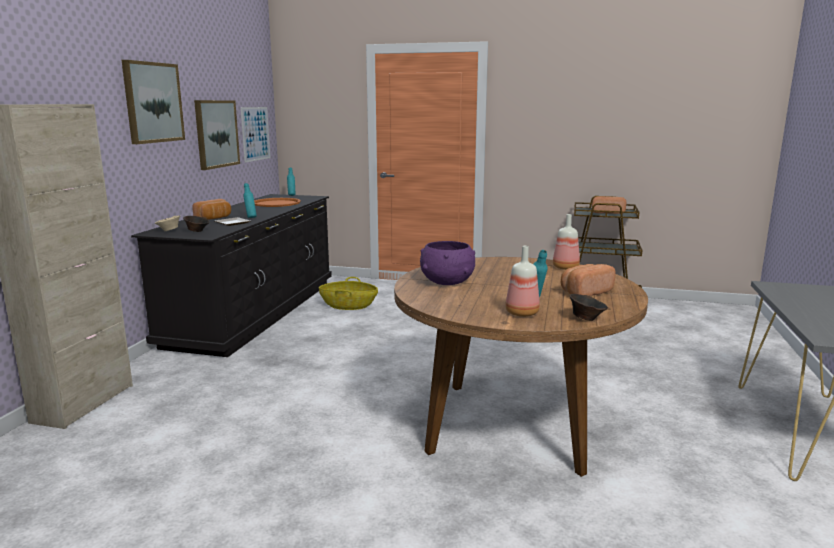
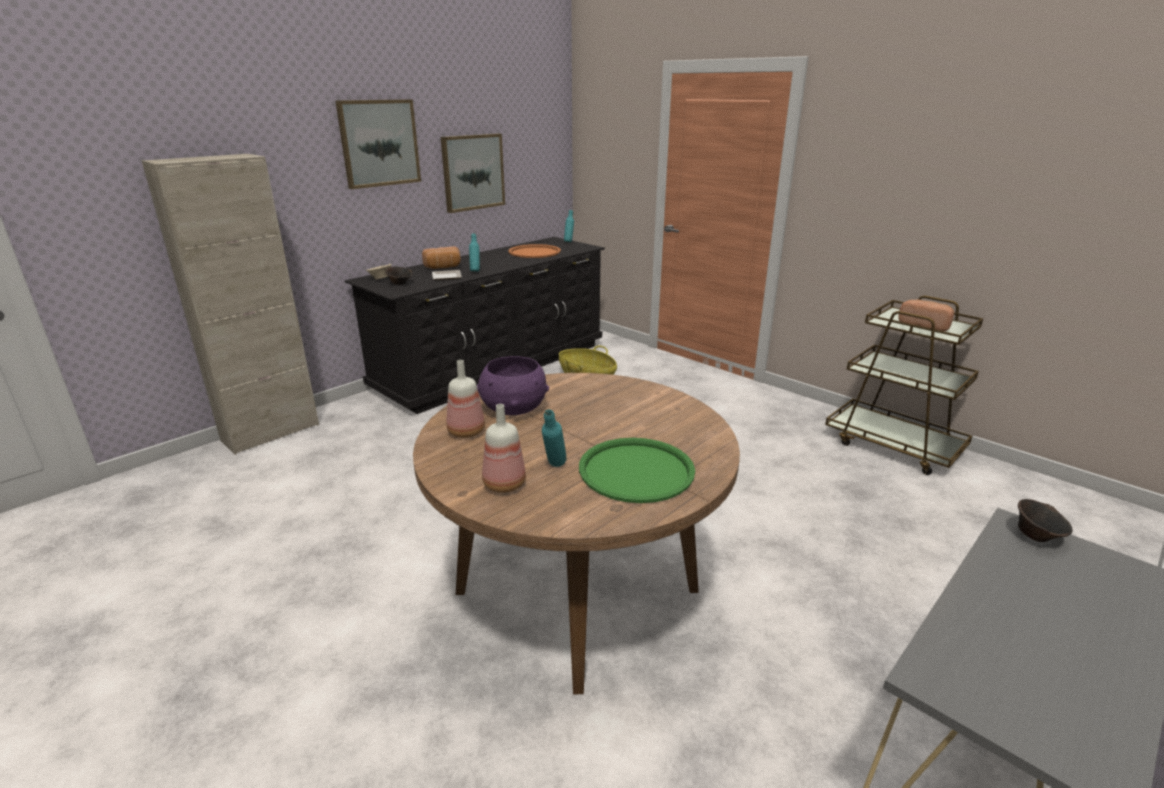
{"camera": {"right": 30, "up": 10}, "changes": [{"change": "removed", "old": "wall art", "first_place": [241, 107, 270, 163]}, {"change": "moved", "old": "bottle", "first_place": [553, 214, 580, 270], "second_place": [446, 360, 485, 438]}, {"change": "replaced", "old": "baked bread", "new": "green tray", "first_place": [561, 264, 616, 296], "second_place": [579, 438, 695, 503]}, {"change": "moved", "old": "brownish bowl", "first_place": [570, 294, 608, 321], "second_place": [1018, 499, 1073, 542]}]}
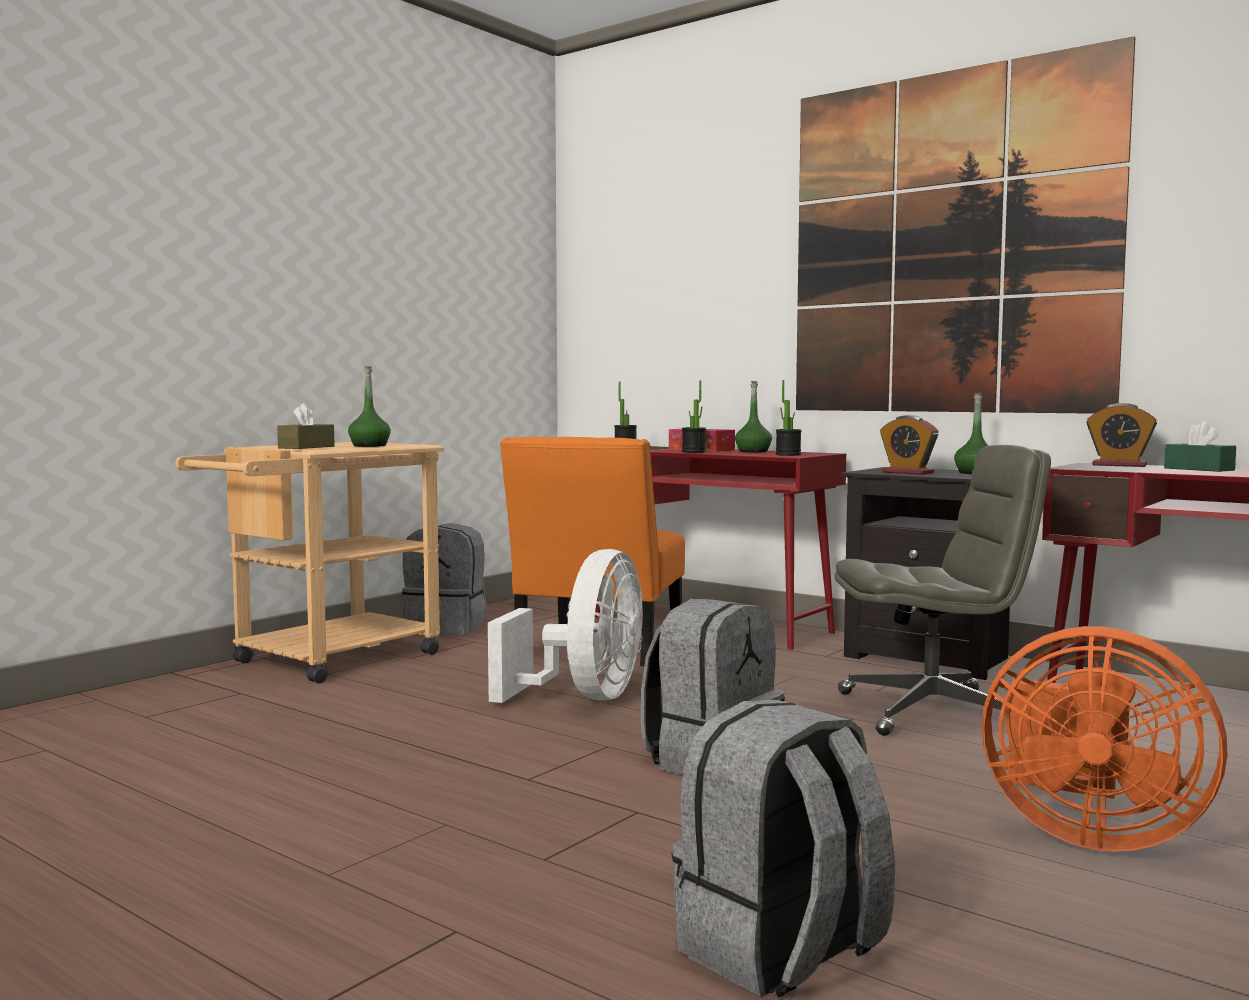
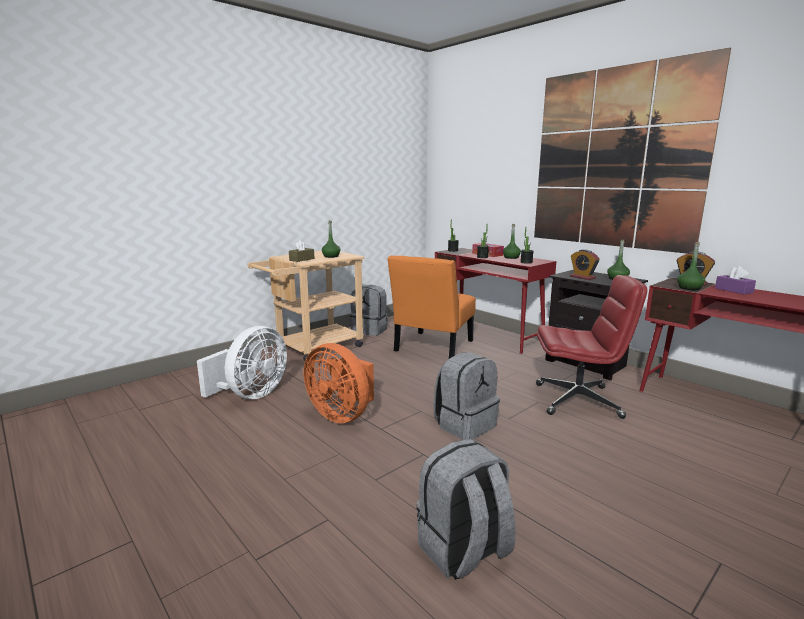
{"camera": {"right": 10, "up": 10}, "changes": [{"change": "recoloured", "old": "green tissue box", "new": "purple-coloured tissue box", "first_place": [1164, 421, 1236, 472], "second_place": [715, 266, 756, 294]}, {"change": "recoloured", "old": "grey desk chair", "new": "red desk chair", "first_place": [835, 445, 1051, 736], "second_place": [536, 275, 647, 419]}, {"change": "moved", "old": "white-coloured cooling fan", "first_place": [488, 549, 643, 703], "second_place": [197, 326, 287, 399]}, {"change": "moved", "old": "orange cooling fan", "first_place": [982, 626, 1227, 852], "second_place": [304, 343, 374, 423]}, {"change": "added", "new": "green bottle", "second_place": [677, 242, 705, 290]}]}
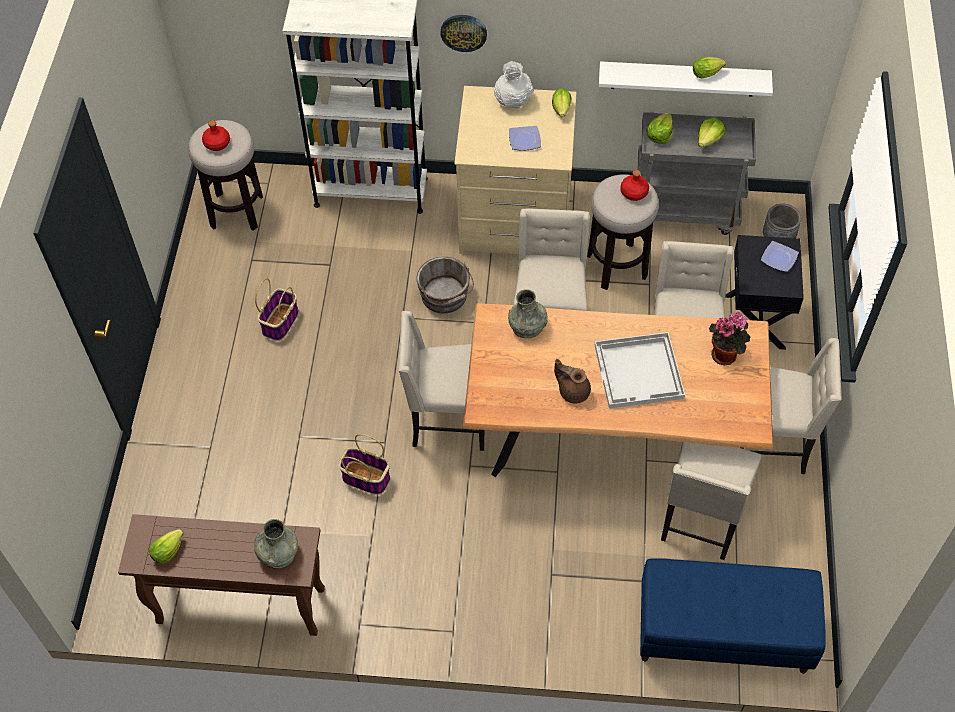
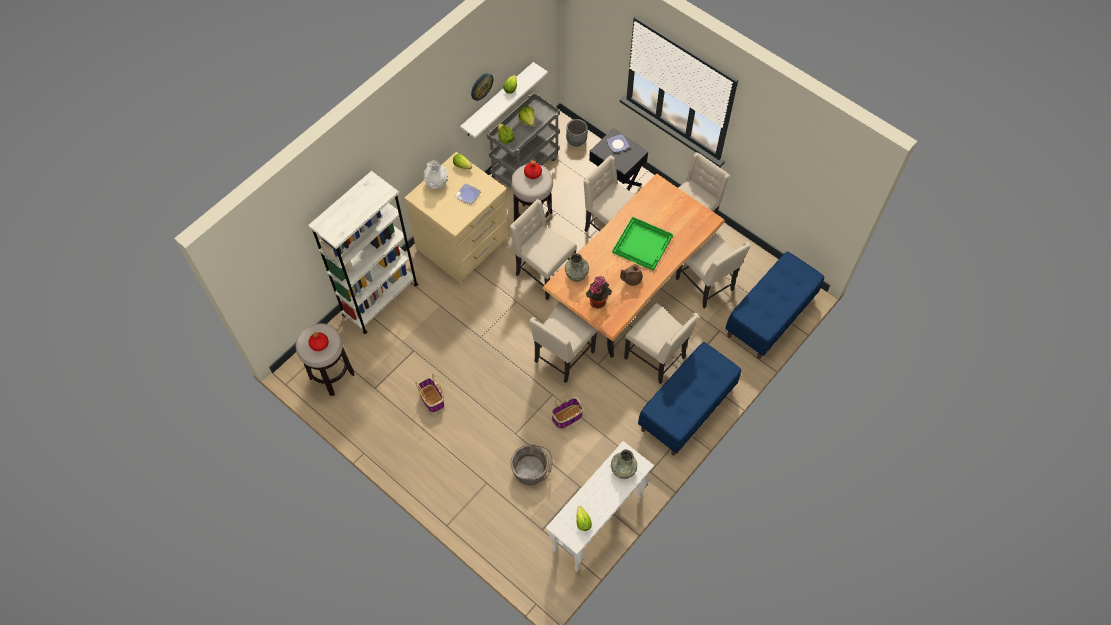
{"camera": {"right": -55, "up": 5}, "changes": [{"change": "moved", "old": "hanging clock", "first_place": [440, 15, 487, 52], "second_place": [471, 73, 493, 101]}, {"change": "moved", "old": "grey bucket", "first_place": [416, 257, 474, 313], "second_place": [511, 443, 553, 485]}, {"change": "moved", "old": "potted plant", "first_place": [709, 312, 750, 365], "second_place": [586, 275, 612, 309]}, {"change": "recoloured", "old": "white-coloured tray", "new": "green tray", "first_place": [594, 332, 685, 409], "second_place": [612, 217, 673, 271]}, {"change": "recoloured", "old": "brownish hall table", "new": "white-coloured hall table", "first_place": [118, 514, 325, 636], "second_place": [546, 441, 654, 572]}, {"change": "added", "new": "beige-coloured upright chair", "second_place": [624, 303, 699, 384]}, {"change": "added", "new": "bluish bench", "second_place": [638, 342, 741, 455]}]}
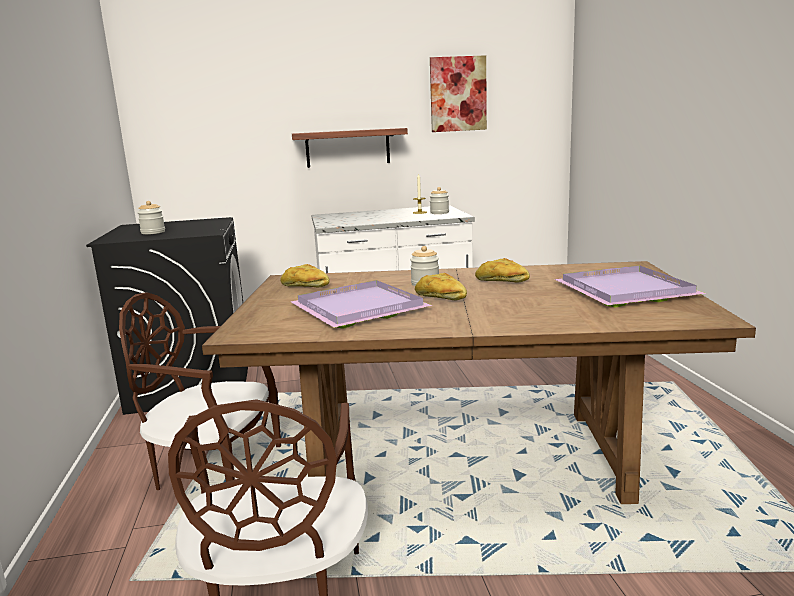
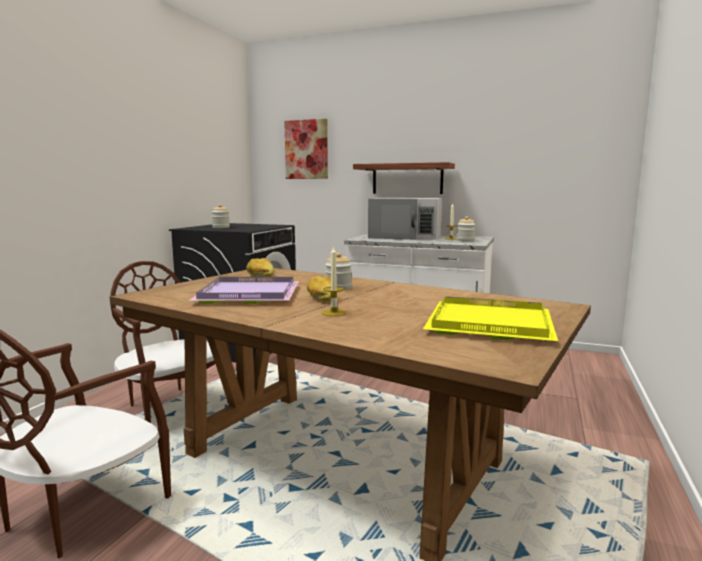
{"camera": {"right": 30, "up": -5}, "changes": [{"change": "moved", "old": "wall art", "first_place": [430, 55, 487, 132], "second_place": [284, 119, 328, 179]}, {"change": "removed", "old": "baked bread", "first_place": [475, 258, 530, 282]}, {"change": "recoloured", "old": "purple-coloured tray", "new": "yellow-coloured tray", "first_place": [555, 265, 707, 308], "second_place": [423, 296, 558, 341]}, {"change": "added", "new": "white-coloured microwave oven", "second_place": [368, 197, 442, 240]}, {"change": "added", "new": "candle", "second_place": [321, 246, 346, 316]}]}
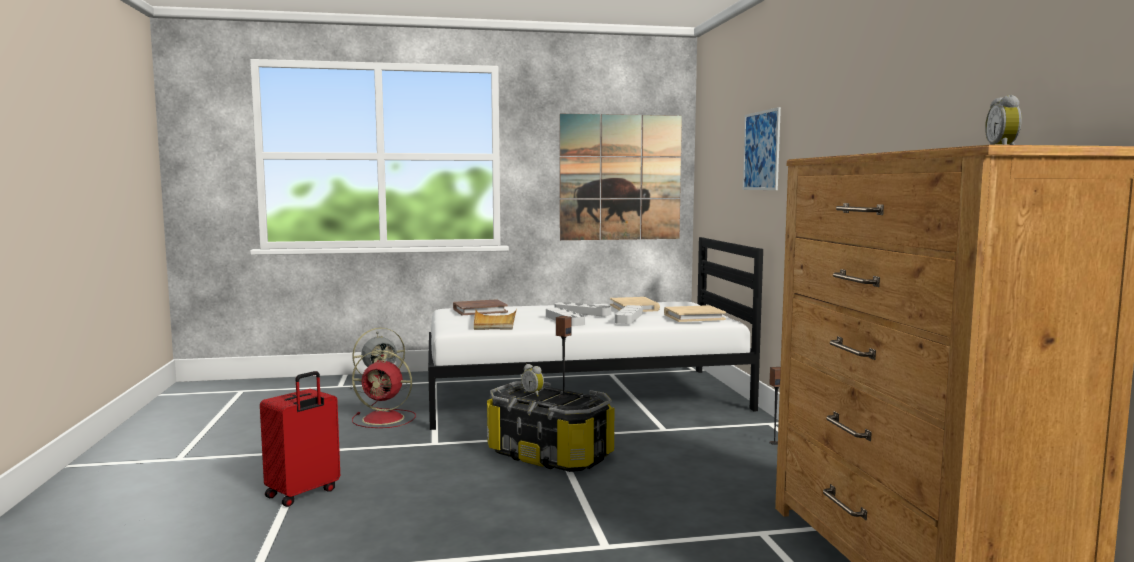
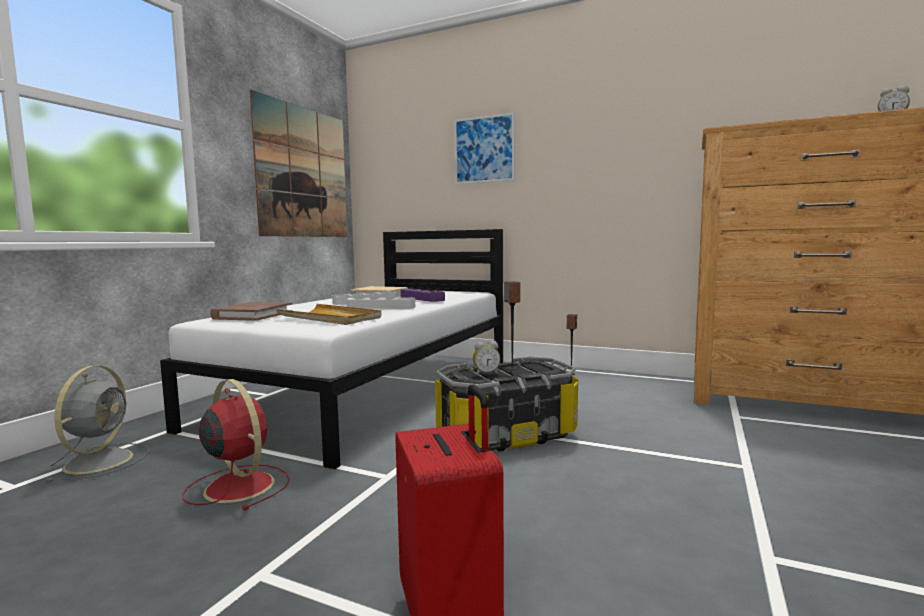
{"camera": {"right": -55, "up": 0}, "changes": [{"change": "recoloured", "old": "grey tray", "new": "purple-coloured tray", "first_place": [615, 305, 643, 324], "second_place": [401, 288, 445, 302]}, {"change": "removed", "old": "beige-coloured bound book", "first_place": [664, 305, 726, 322]}, {"change": "turned", "old": "red cooling fan", "first_place": [352, 350, 416, 428], "second_place": [182, 379, 290, 510], "degrees": -90}]}
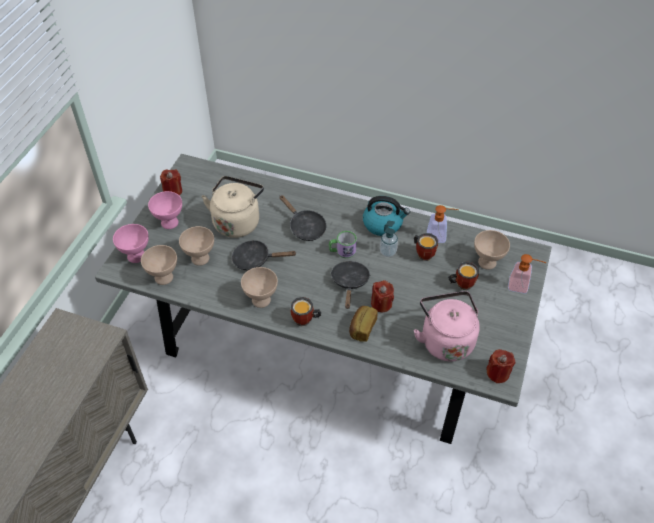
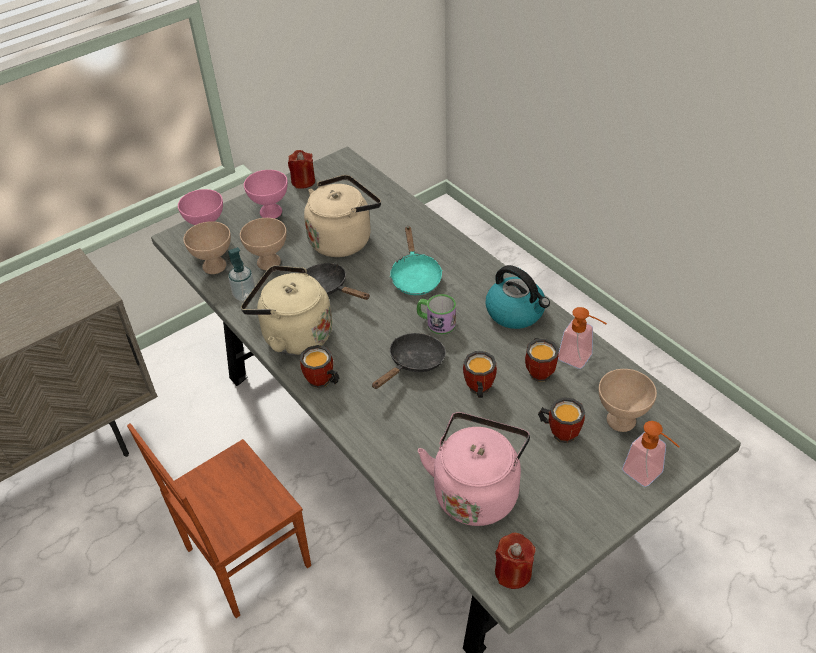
{"camera": {"right": 35, "up": -5}, "changes": [{"change": "recoloured", "old": "black-coloured frying pan", "new": "blue-green frying pan", "first_place": [280, 195, 326, 241], "second_place": [389, 227, 443, 295]}, {"change": "moved", "old": "soap bottle", "first_place": [380, 221, 398, 257], "second_place": [228, 247, 255, 301]}, {"change": "replaced", "old": "beige-coloured bowl", "new": "beige-coloured tea kettle", "first_place": [241, 267, 278, 308], "second_place": [241, 265, 332, 355]}, {"change": "removed", "old": "red candle", "first_place": [371, 280, 394, 312]}, {"change": "removed", "old": "baked bread", "first_place": [349, 306, 378, 342]}, {"change": "added", "new": "mug", "second_place": [463, 351, 497, 398]}, {"change": "added", "new": "brownish upright chair", "second_place": [127, 424, 311, 618]}]}
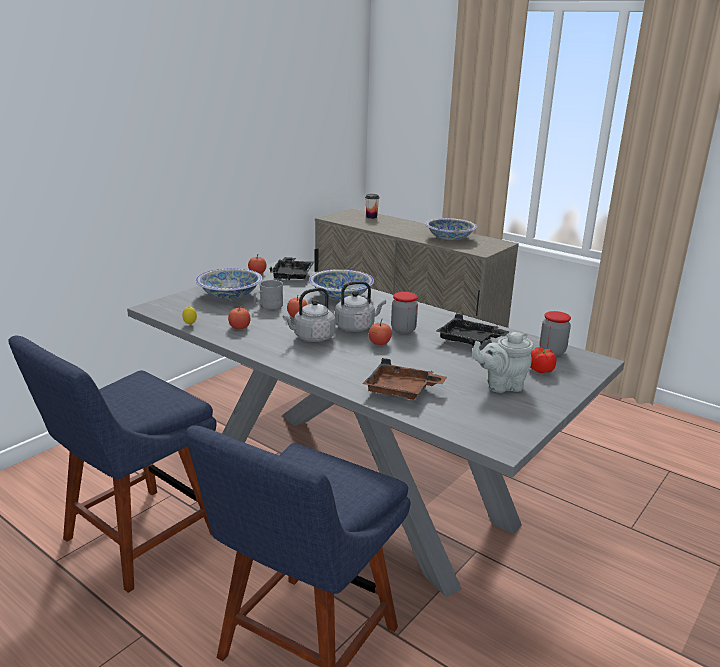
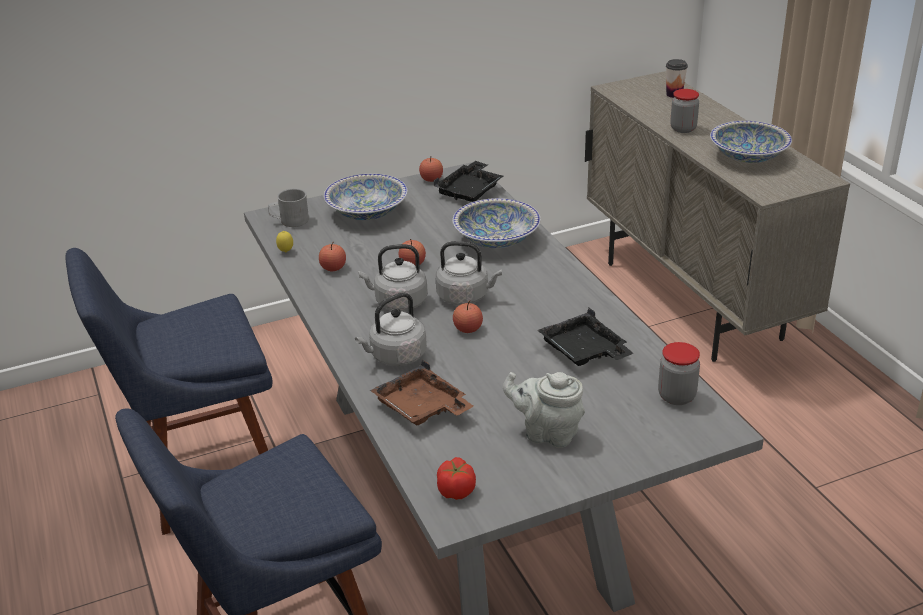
{"camera": {"right": 30, "up": 10}, "changes": [{"change": "moved", "old": "grey mug", "first_place": [254, 280, 283, 309], "second_place": [268, 188, 309, 227]}, {"change": "moved", "old": "preserve jar", "first_place": [391, 292, 418, 334], "second_place": [670, 89, 699, 133]}, {"change": "moved", "old": "fresh tomato", "first_place": [530, 347, 556, 373], "second_place": [437, 457, 476, 500]}, {"change": "added", "new": "grey tea kettle", "second_place": [355, 292, 427, 366]}]}
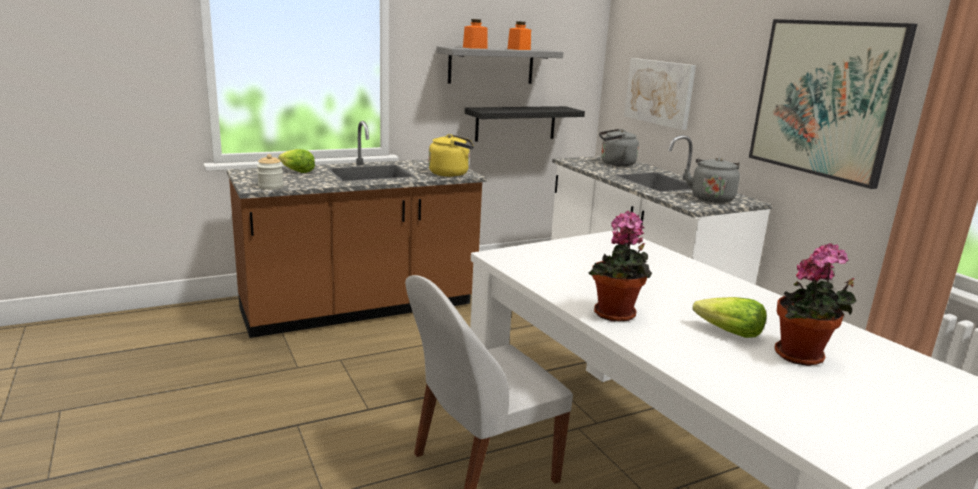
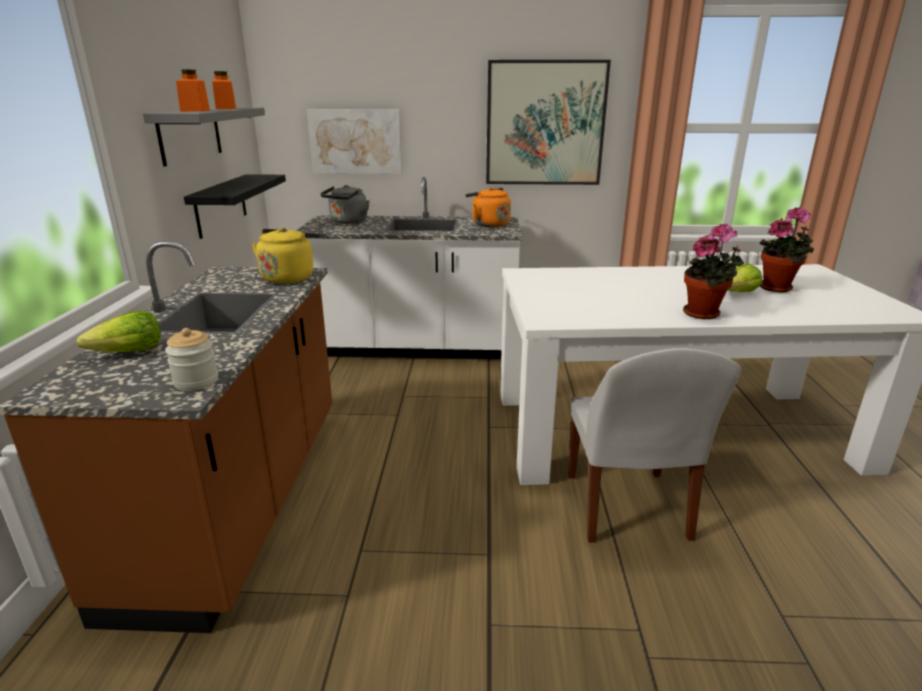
{"camera": {"right": -60, "up": 5}, "changes": [{"change": "recoloured", "old": "grey tea kettle", "new": "orange tea kettle", "first_place": [684, 157, 740, 203], "second_place": [465, 187, 511, 227]}]}
